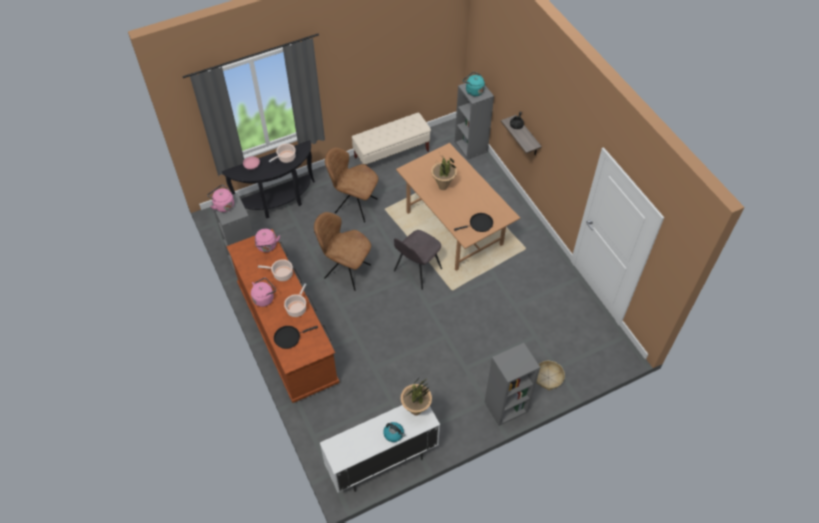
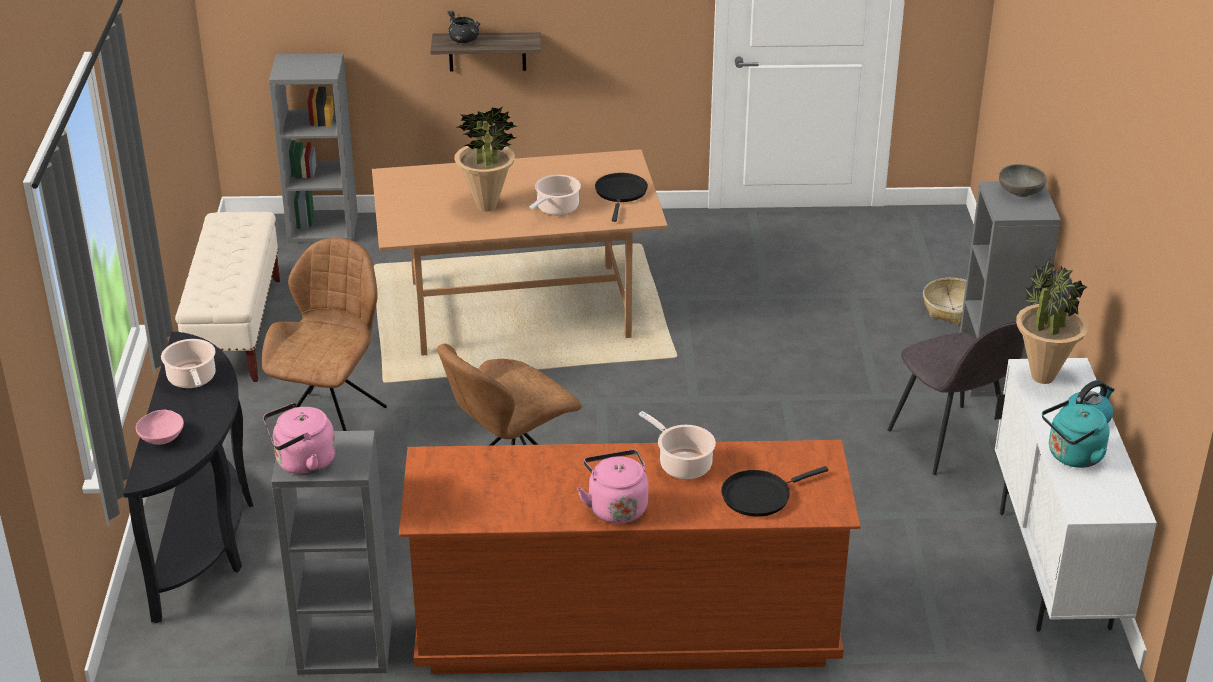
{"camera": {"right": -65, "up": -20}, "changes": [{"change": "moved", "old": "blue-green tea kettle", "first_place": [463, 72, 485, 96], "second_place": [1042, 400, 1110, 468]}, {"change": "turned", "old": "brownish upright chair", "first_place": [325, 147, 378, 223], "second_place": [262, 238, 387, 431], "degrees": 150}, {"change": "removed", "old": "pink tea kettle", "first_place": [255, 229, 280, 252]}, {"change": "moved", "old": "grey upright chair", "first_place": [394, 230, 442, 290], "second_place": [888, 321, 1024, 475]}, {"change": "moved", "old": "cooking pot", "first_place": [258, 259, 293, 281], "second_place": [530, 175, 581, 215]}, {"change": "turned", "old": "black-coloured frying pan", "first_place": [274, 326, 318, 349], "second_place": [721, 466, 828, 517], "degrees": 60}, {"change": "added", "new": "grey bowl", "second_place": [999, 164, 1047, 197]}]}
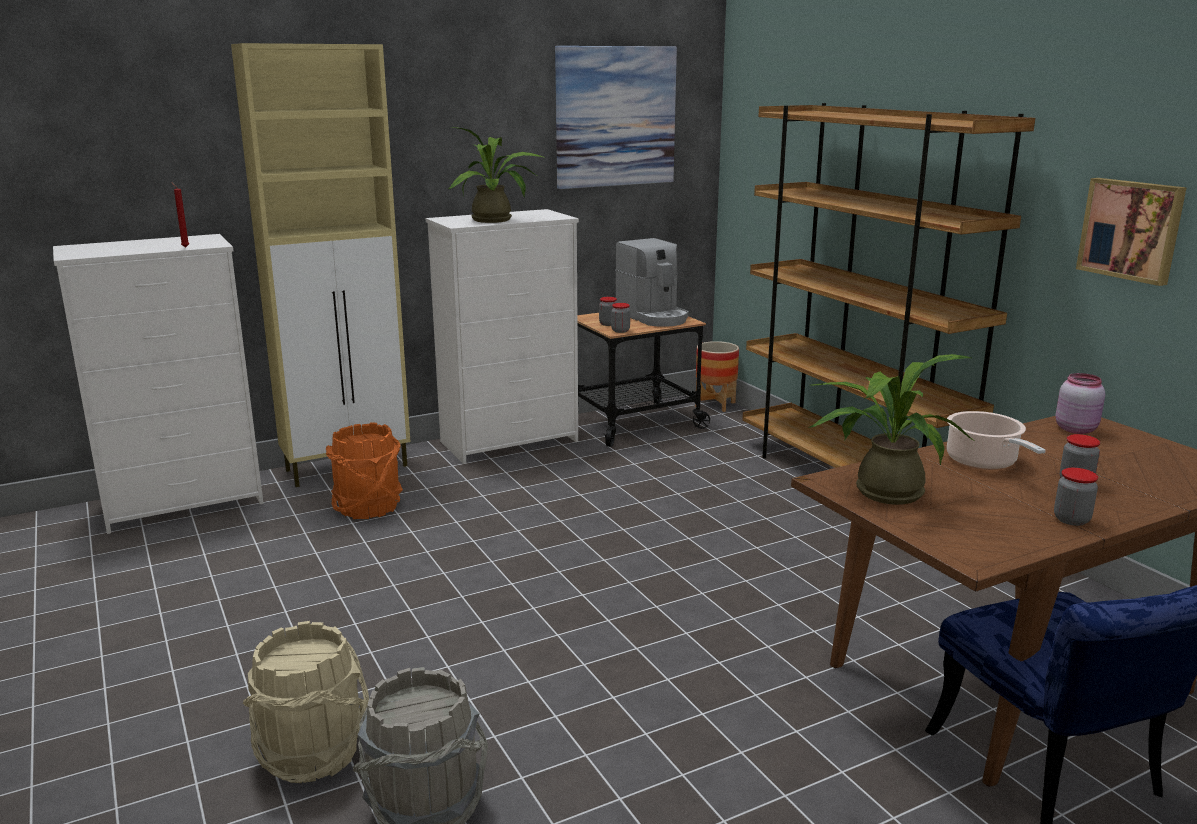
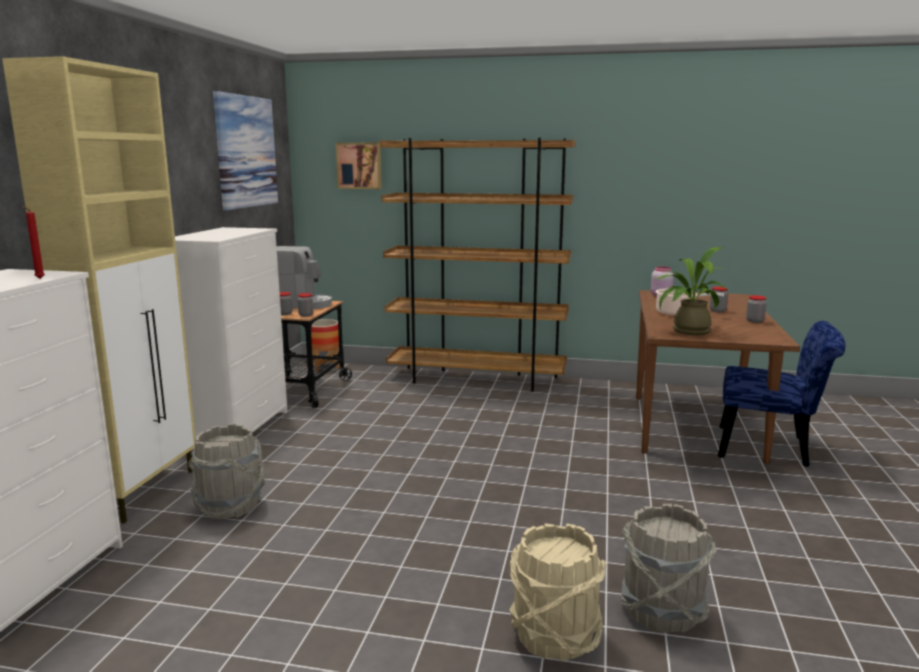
{"camera": {"right": -50, "up": -5}, "changes": [{"change": "removed", "old": "potted plant", "first_place": [448, 127, 543, 223]}, {"change": "moved", "old": "wall art", "first_place": [1076, 178, 1187, 286], "second_place": [336, 143, 382, 189]}, {"change": "recoloured", "old": "orange bucket", "new": "grey bucket", "first_place": [326, 422, 403, 519], "second_place": [188, 423, 265, 519]}]}
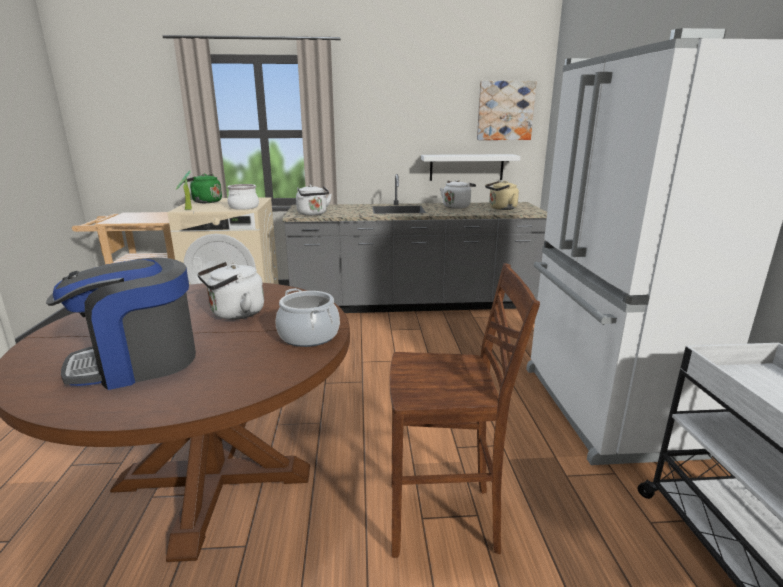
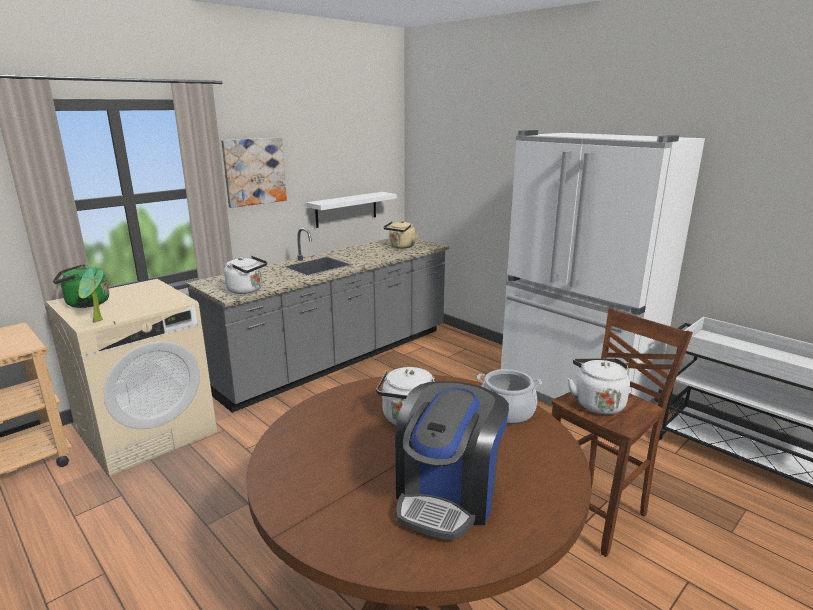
{"camera": {"right": -40, "up": 0}, "changes": [{"change": "moved", "old": "wall art", "first_place": [477, 81, 536, 140], "second_place": [221, 137, 287, 208]}, {"change": "moved", "old": "white-coloured tea kettle", "first_place": [440, 180, 476, 209], "second_place": [567, 358, 630, 415]}, {"change": "removed", "old": "cooking pot", "first_place": [227, 184, 259, 210]}]}
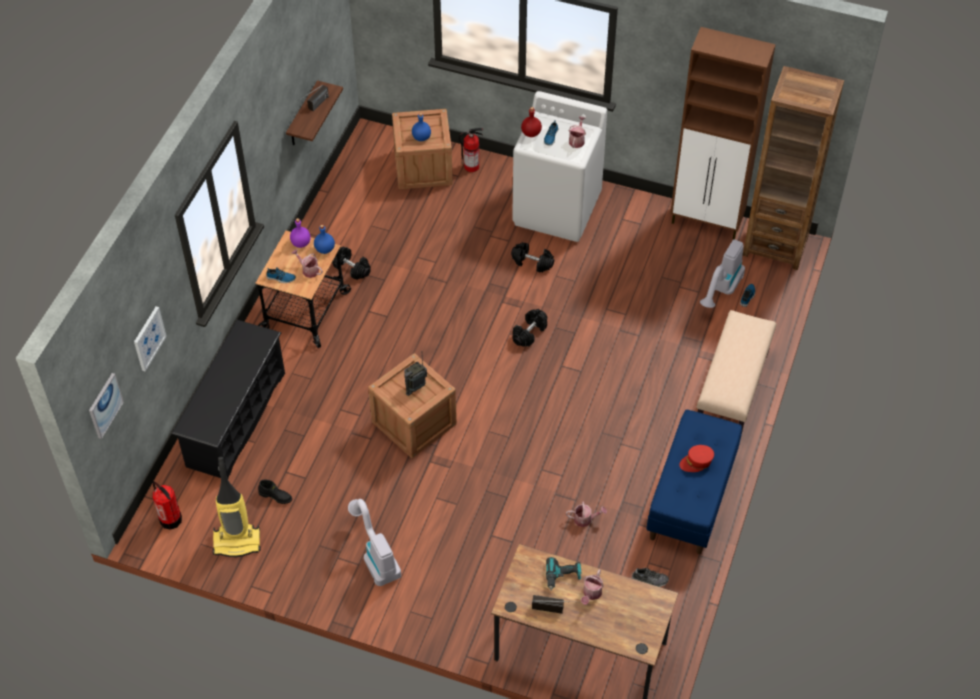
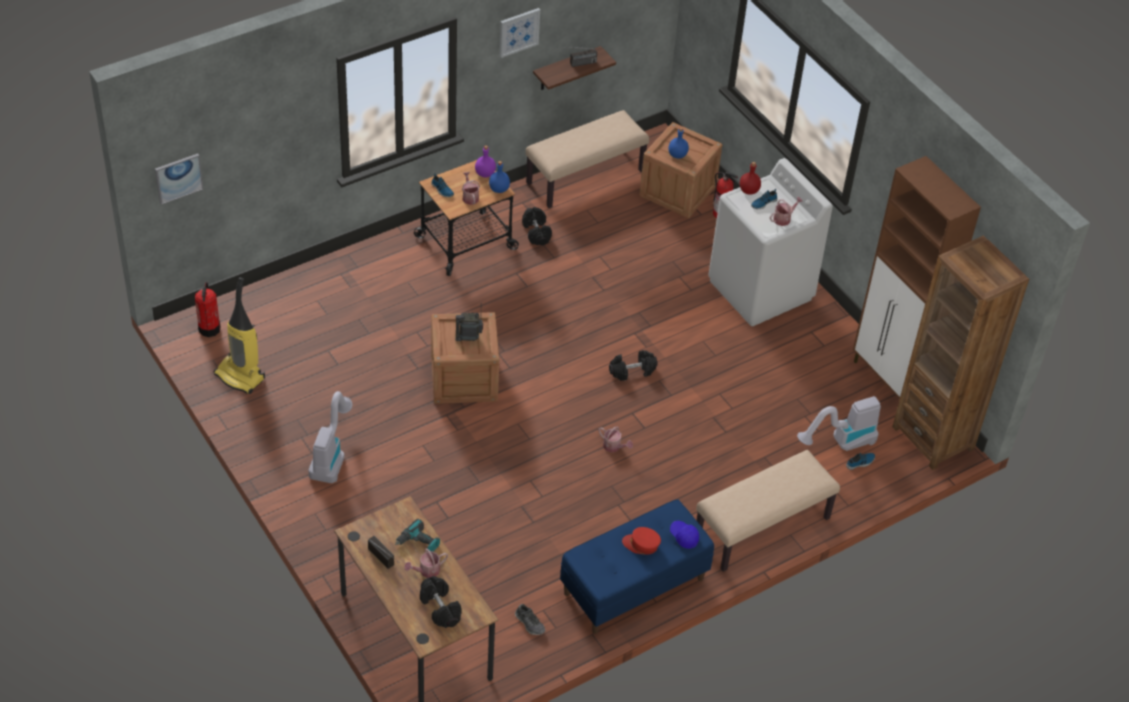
{"camera": {"right": 35, "up": -5}, "changes": [{"change": "moved", "old": "black-coloured dumbbell", "first_place": [511, 242, 554, 272], "second_place": [420, 576, 462, 628]}, {"change": "moved", "old": "wall art", "first_place": [134, 307, 167, 372], "second_place": [500, 8, 540, 58]}, {"change": "removed", "old": "black-coloured shoe rack", "first_place": [171, 320, 285, 479]}, {"change": "removed", "old": "black-coloured boot", "first_place": [258, 480, 292, 504]}, {"change": "moved", "old": "watering pot", "first_place": [566, 502, 607, 527], "second_place": [599, 426, 633, 452]}, {"change": "added", "new": "beige-coloured bench", "second_place": [525, 110, 649, 208]}, {"change": "added", "new": "bluish peaked cap", "second_place": [670, 521, 699, 549]}]}
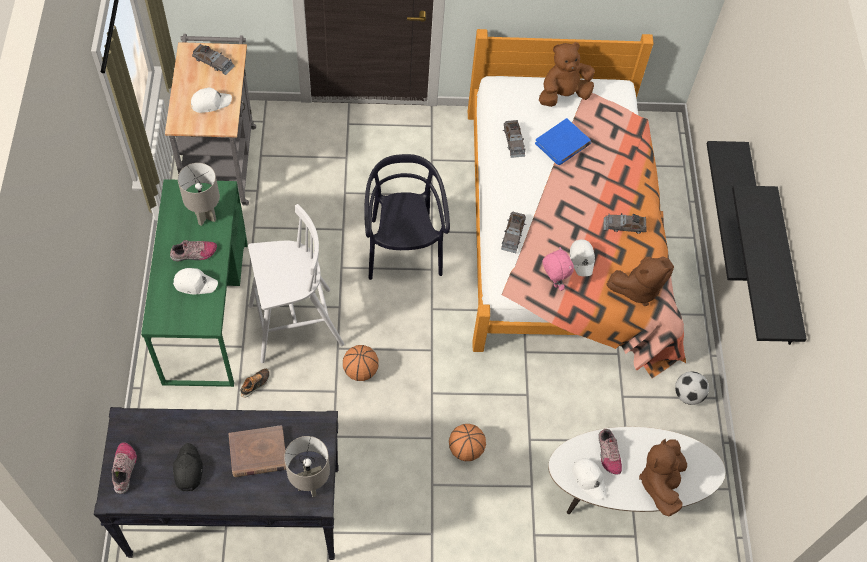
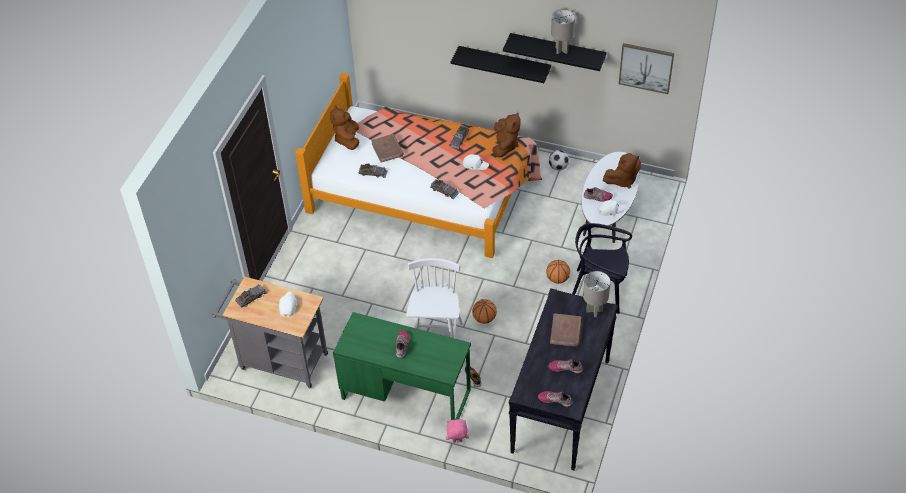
{"camera": {"right": -65, "up": -10}, "changes": [{"change": "recoloured", "old": "bluish bound book", "new": "brownish bound book", "first_place": [535, 118, 591, 165], "second_place": [371, 134, 404, 163]}, {"change": "moved", "old": "black-coloured upright chair", "first_place": [364, 154, 450, 280], "second_place": [572, 223, 632, 314]}, {"change": "moved", "old": "grey tabletop lamp", "first_place": [178, 163, 220, 226], "second_place": [551, 9, 575, 54]}, {"change": "moved", "old": "pink plush toy", "first_place": [543, 247, 574, 291], "second_place": [446, 419, 469, 443]}, {"change": "removed", "old": "white-coloured peaked cap", "first_place": [173, 268, 218, 295]}, {"change": "turned", "old": "brownish plush toy", "first_place": [639, 439, 687, 517], "second_place": [603, 153, 641, 189], "degrees": -60}, {"change": "replaced", "old": "black-coloured peaked cap", "new": "low shoe", "first_place": [173, 443, 203, 491], "second_place": [548, 359, 583, 374]}, {"change": "added", "new": "wall art", "second_place": [619, 43, 674, 94]}]}
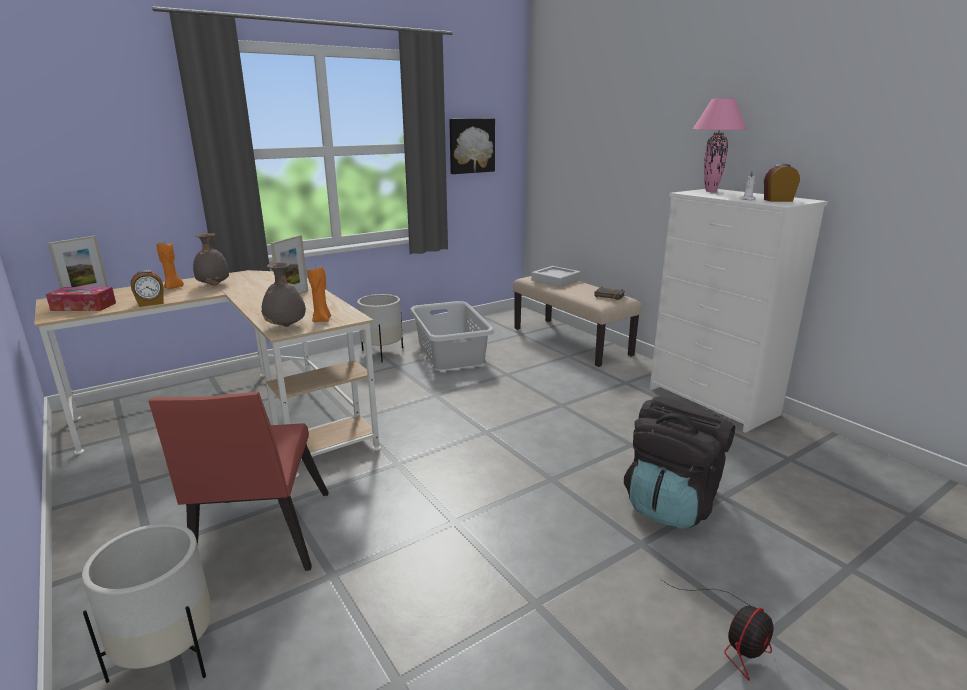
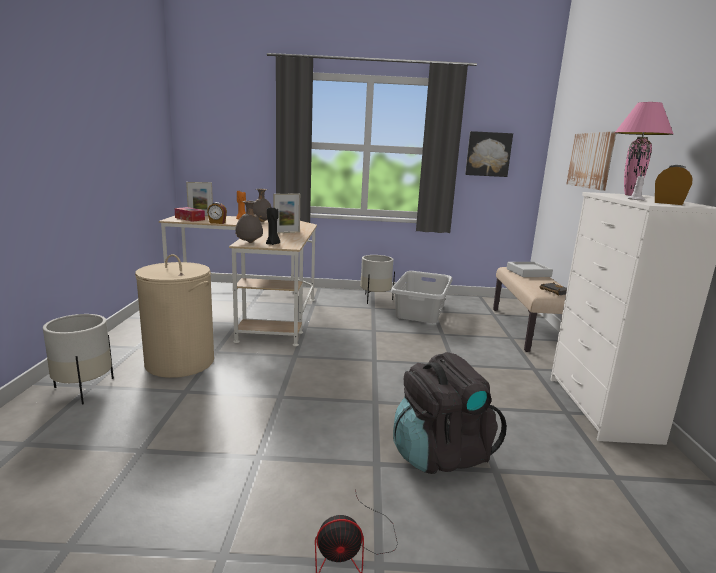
{"camera": {"right": 35, "up": -5}, "changes": [{"change": "recoloured", "old": "orange candle", "new": "black-coloured candle", "first_place": [307, 265, 331, 322], "second_place": [266, 207, 280, 245]}, {"change": "replaced", "old": "red upright chair", "new": "beige-coloured laundry basket", "first_place": [148, 392, 329, 571], "second_place": [135, 254, 214, 378]}, {"change": "added", "new": "wall art", "second_place": [566, 131, 616, 191]}]}
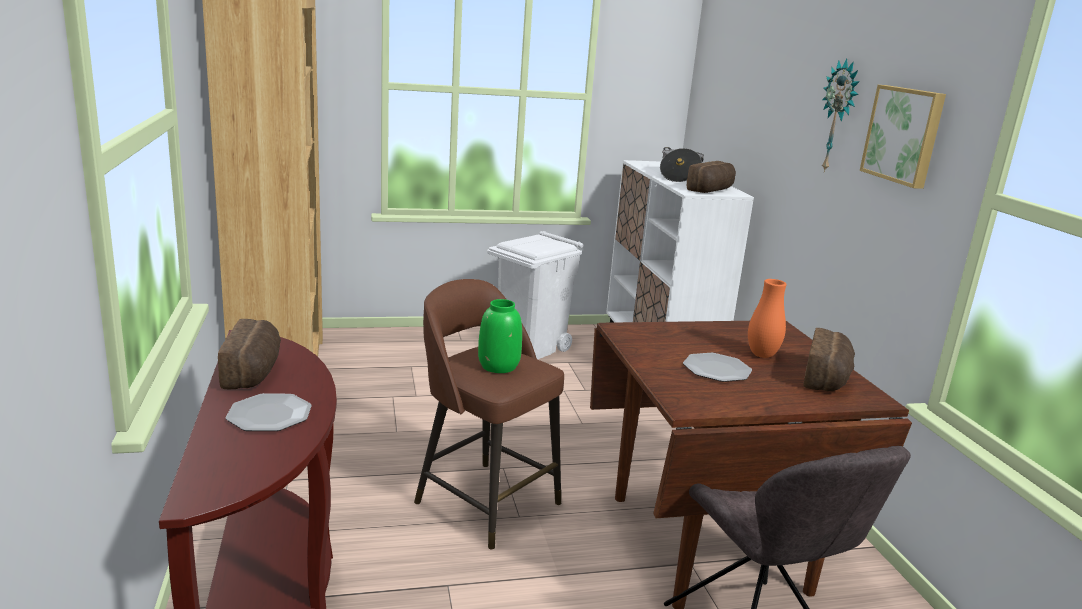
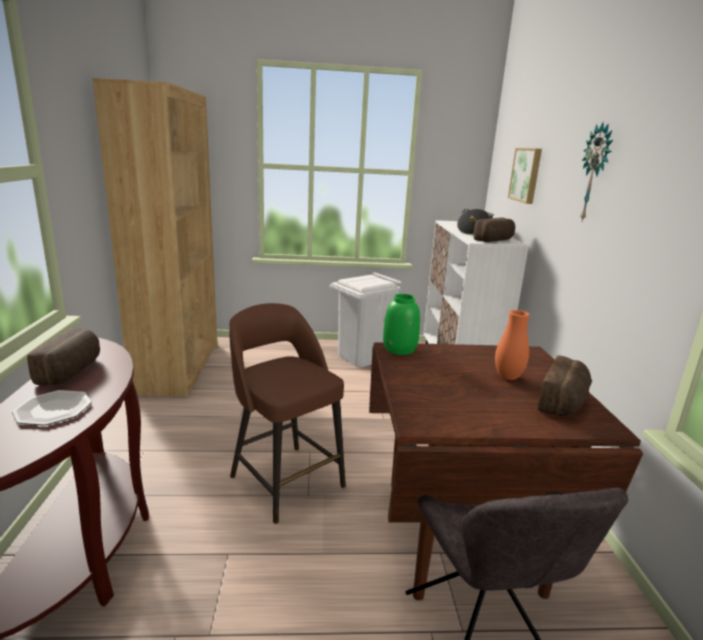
{"camera": {"right": 10, "up": 0}, "changes": [{"change": "moved", "old": "wall art", "first_place": [860, 85, 946, 189], "second_place": [508, 148, 542, 204]}, {"change": "moved", "old": "green flower vase", "first_place": [478, 299, 522, 373], "second_place": [383, 294, 420, 355]}, {"change": "removed", "old": "plate", "first_place": [683, 353, 752, 382]}]}
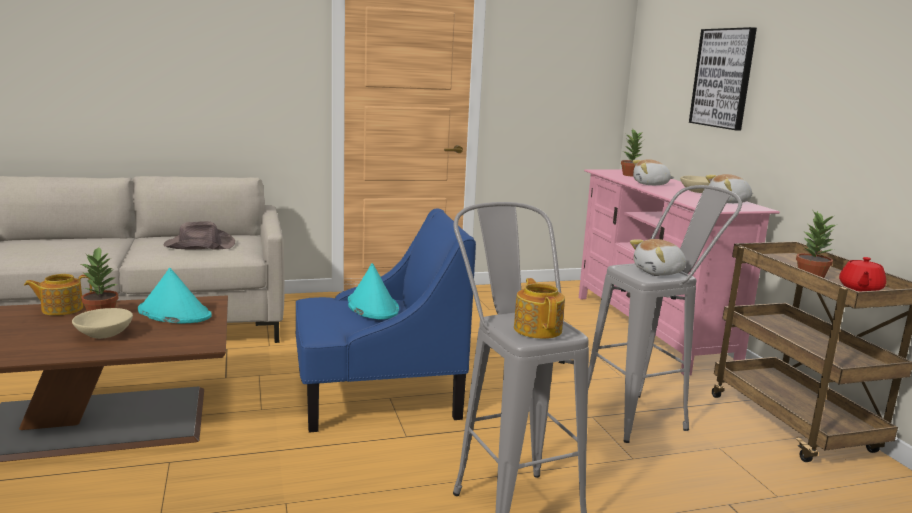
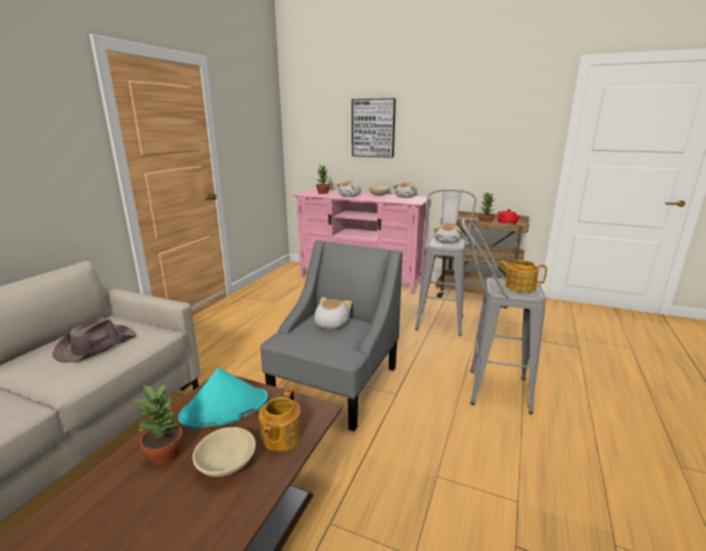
{"camera": {"right": -50, "up": 5}, "changes": [{"change": "recoloured", "old": "bluish armchair", "new": "grey armchair", "first_place": [296, 209, 476, 433], "second_place": [260, 240, 403, 431]}, {"change": "replaced", "old": "blue-green wearable hat", "new": "plush toy", "first_place": [348, 263, 399, 319], "second_place": [314, 297, 352, 329]}, {"change": "moved", "old": "pot for tea", "first_place": [24, 274, 92, 316], "second_place": [259, 389, 302, 451]}]}
